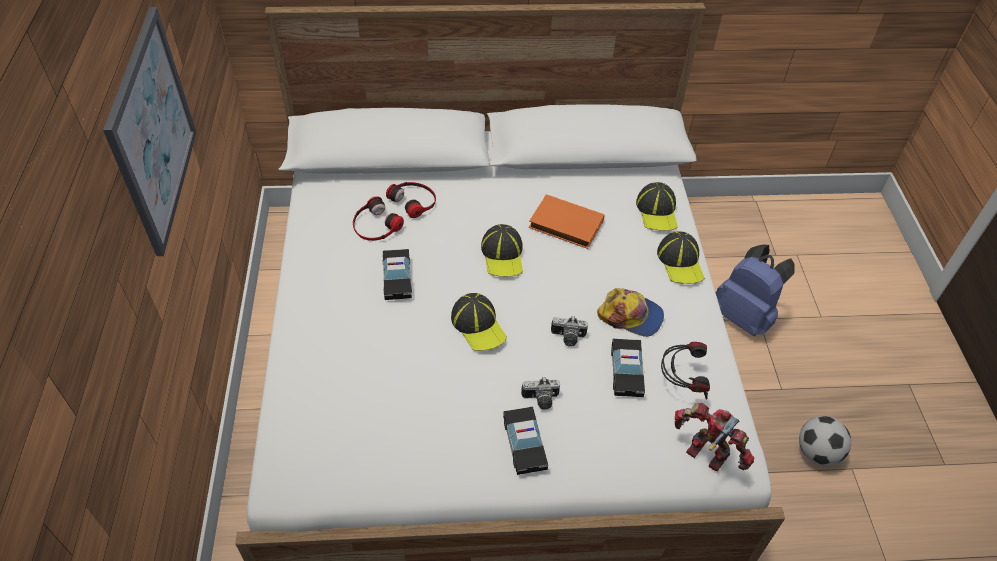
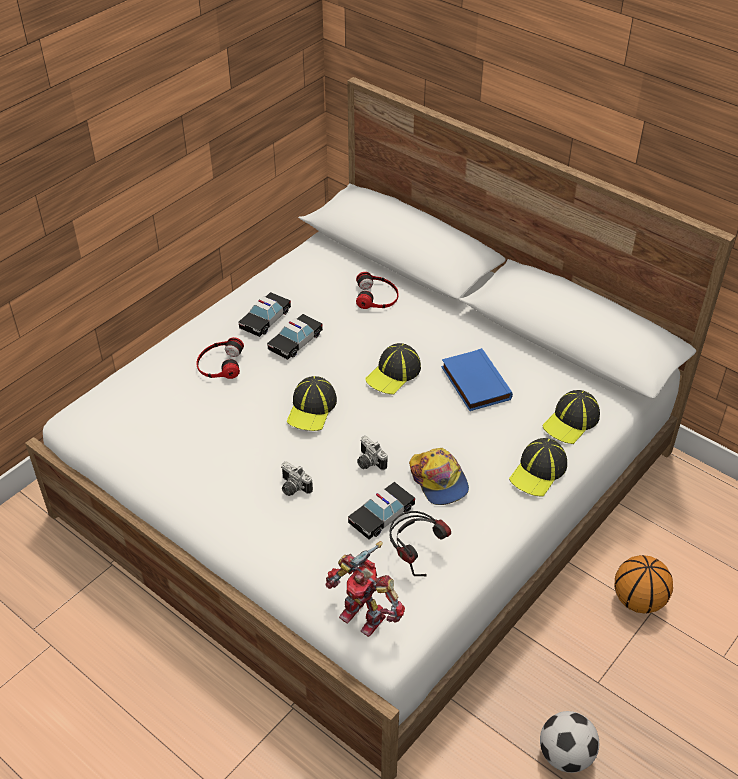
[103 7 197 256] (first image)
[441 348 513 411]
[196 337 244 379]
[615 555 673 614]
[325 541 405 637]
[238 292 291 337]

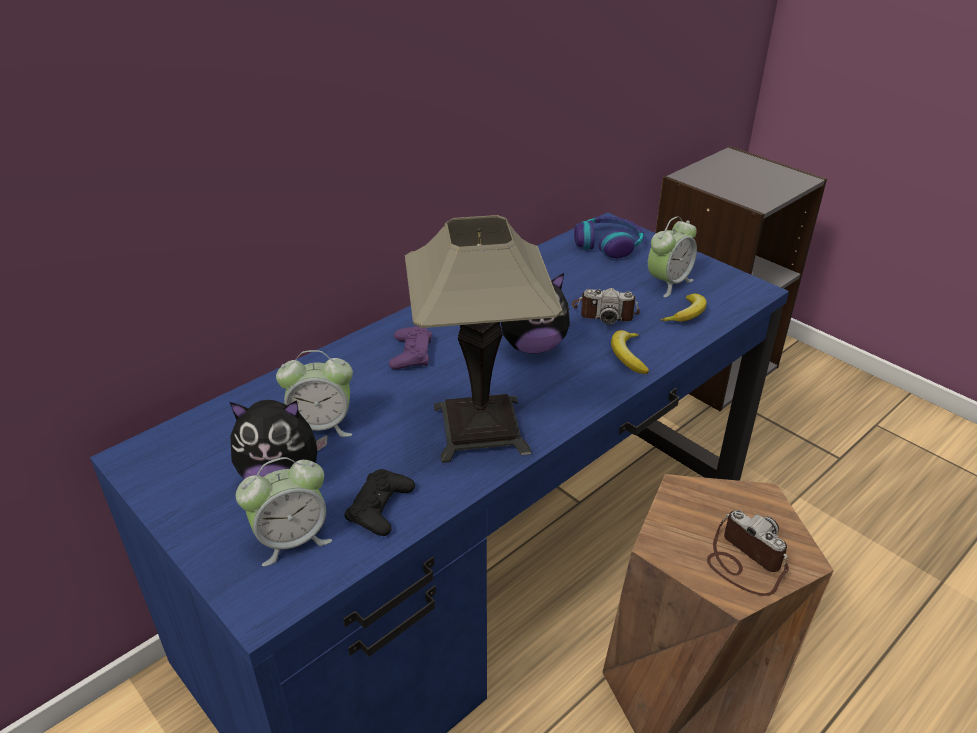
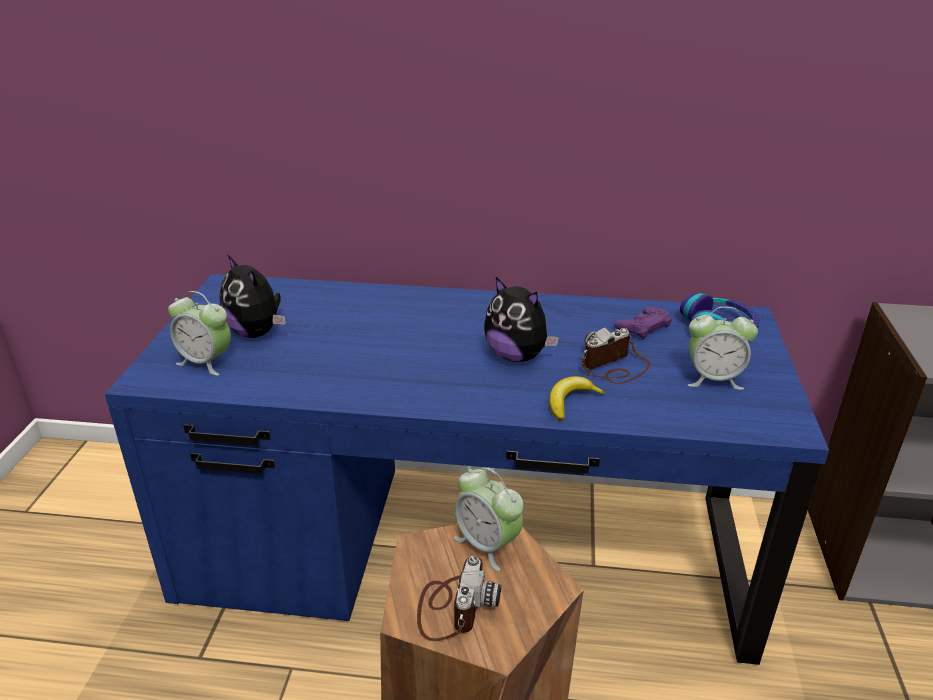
[405 215 562 463] (first image)
[581 328 651 384]
[661 294 707 321] (first image)
[614 307 672 339]
[454 468 524 571]
[344 469 415 536] (first image)

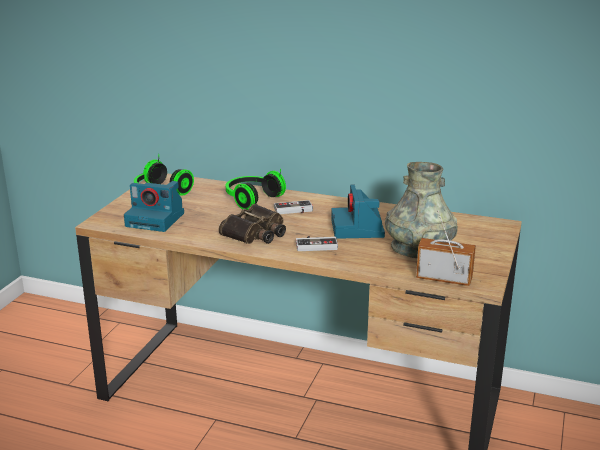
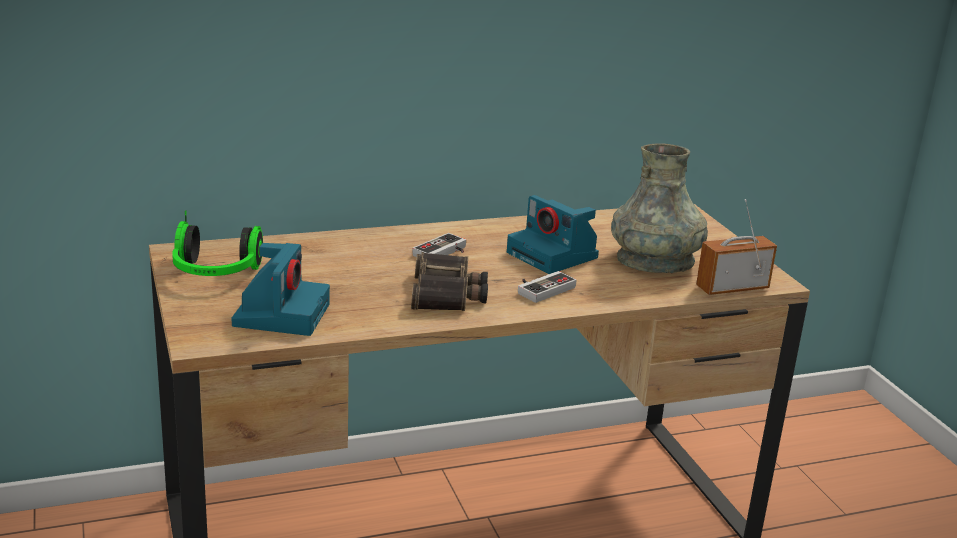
[226 168 286 210] (first image)
[232 243 330 336]

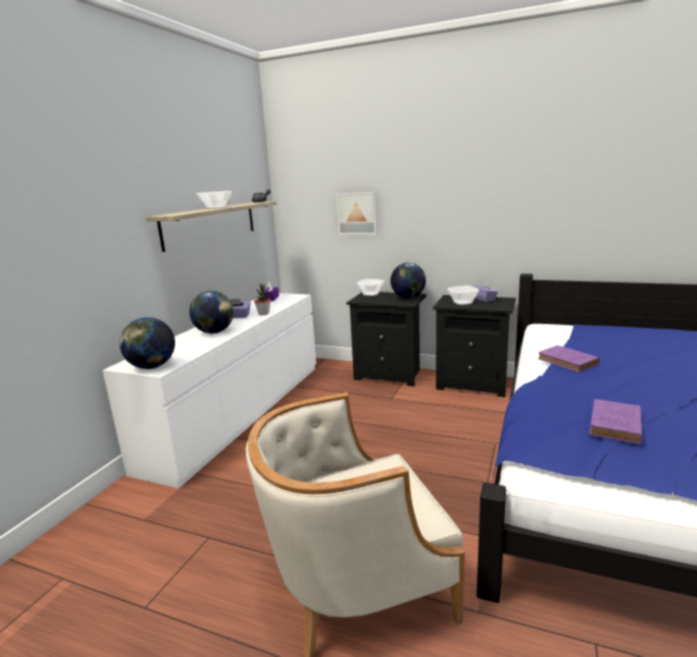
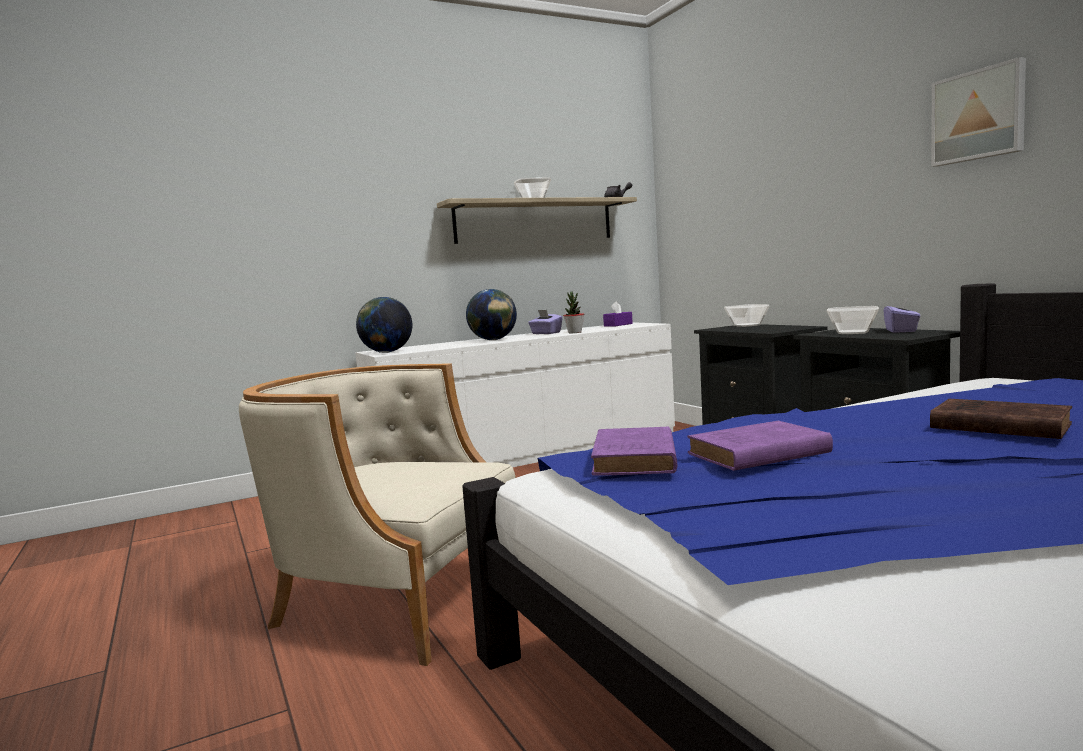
[931 57 1026 167]
[390 263 426 298] (first image)
[591 426 677 476]
[930 399 1072 439]

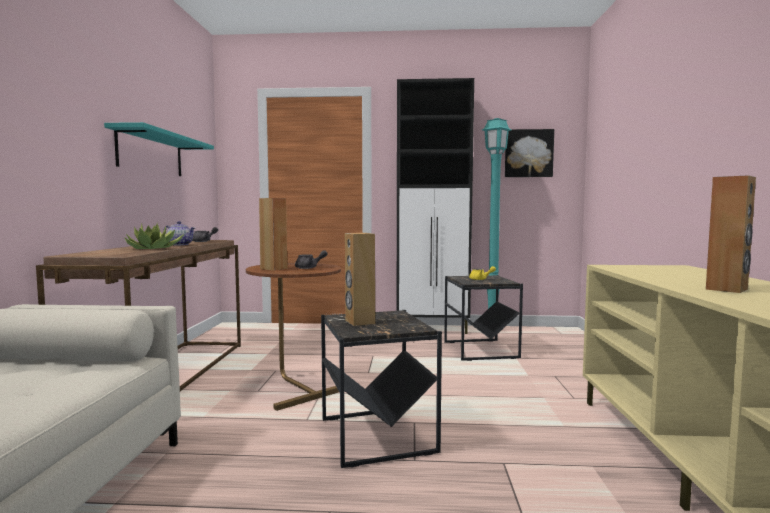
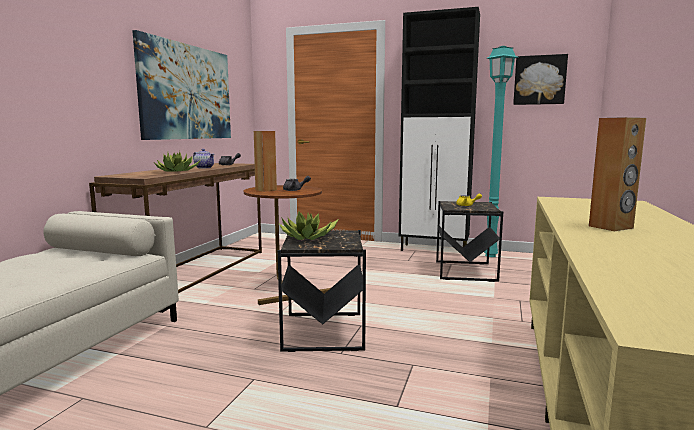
[132 30 231 140]
[279 211 339 240]

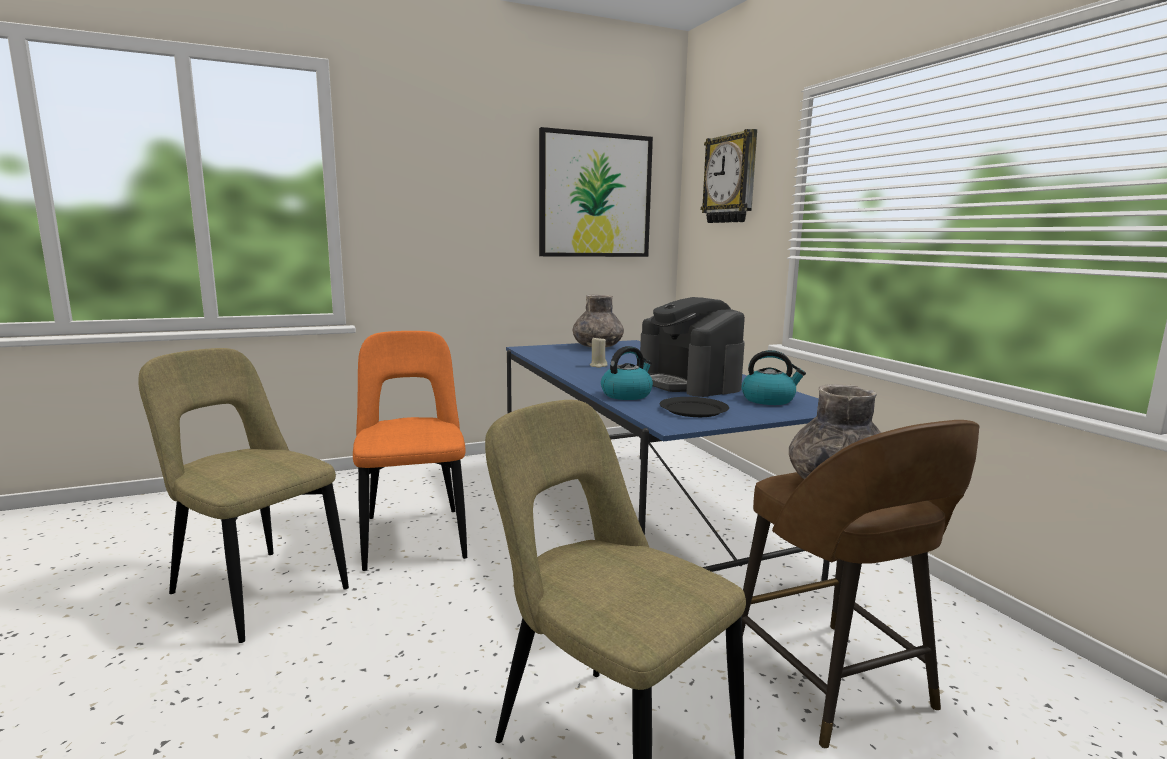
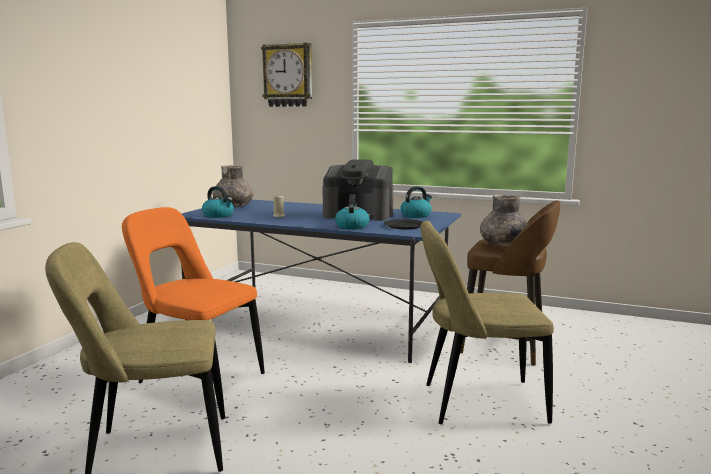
[539 127 653 257] (first image)
[202 186 234 218]

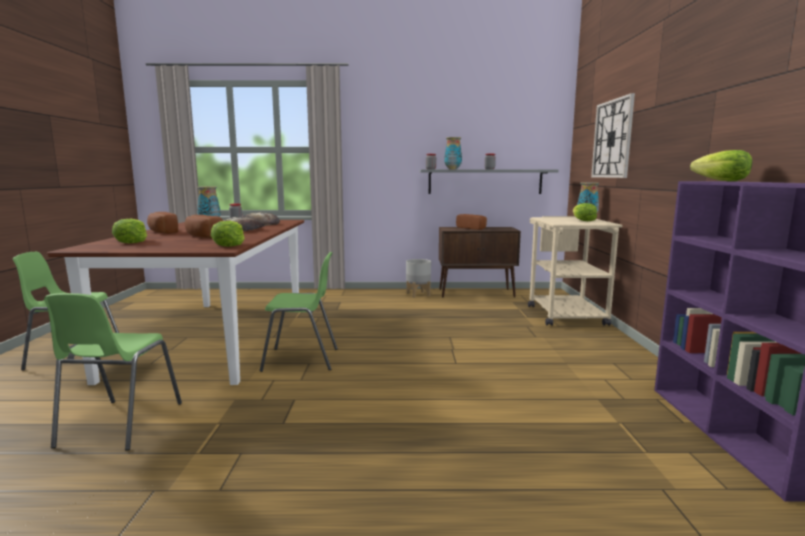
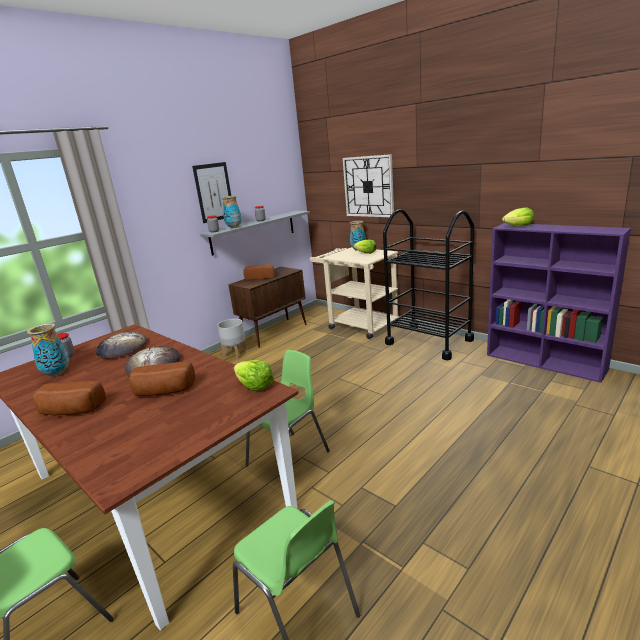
[112 219 147 243] (first image)
[192 162 231 223]
[383 209 474 360]

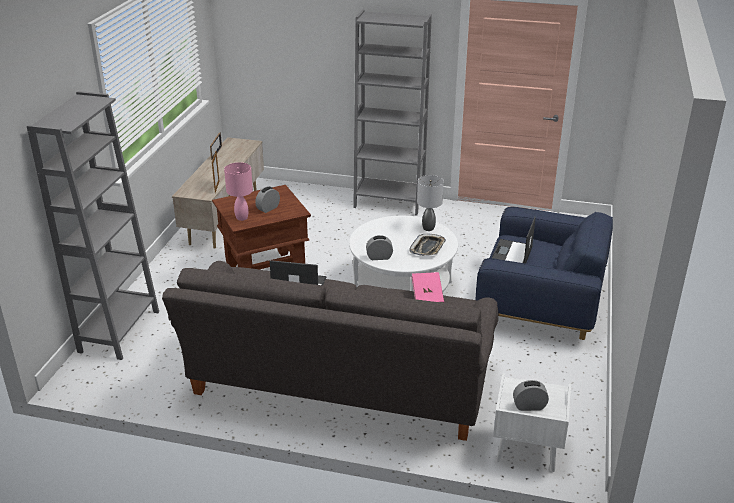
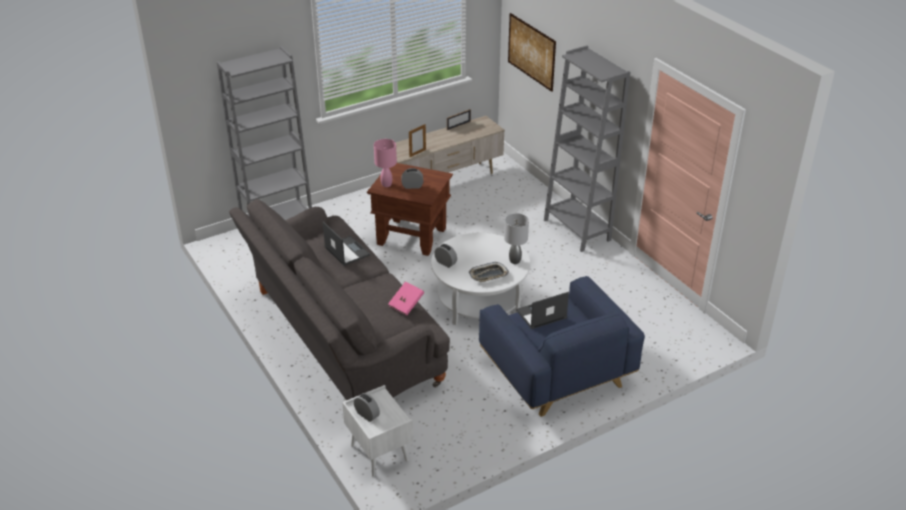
[508 13 556 92]

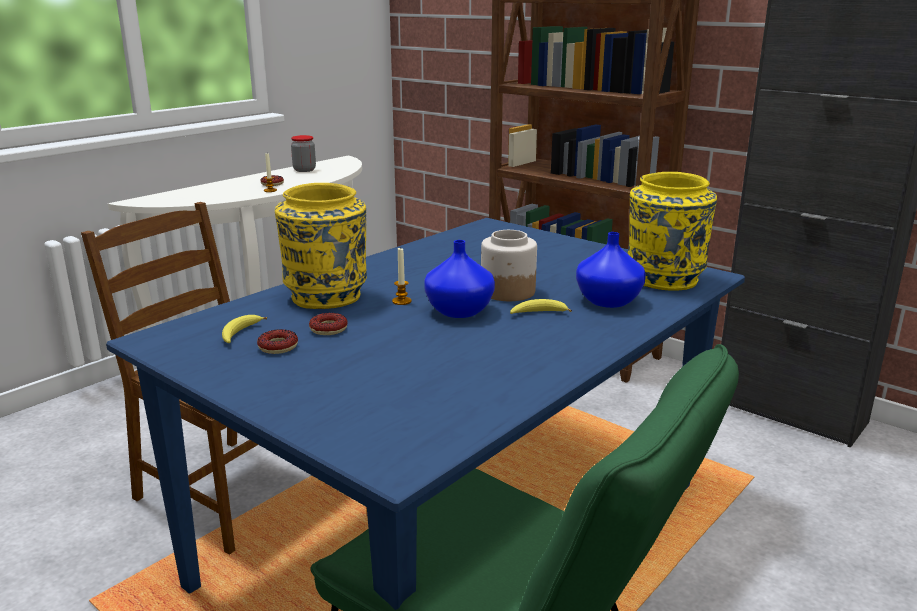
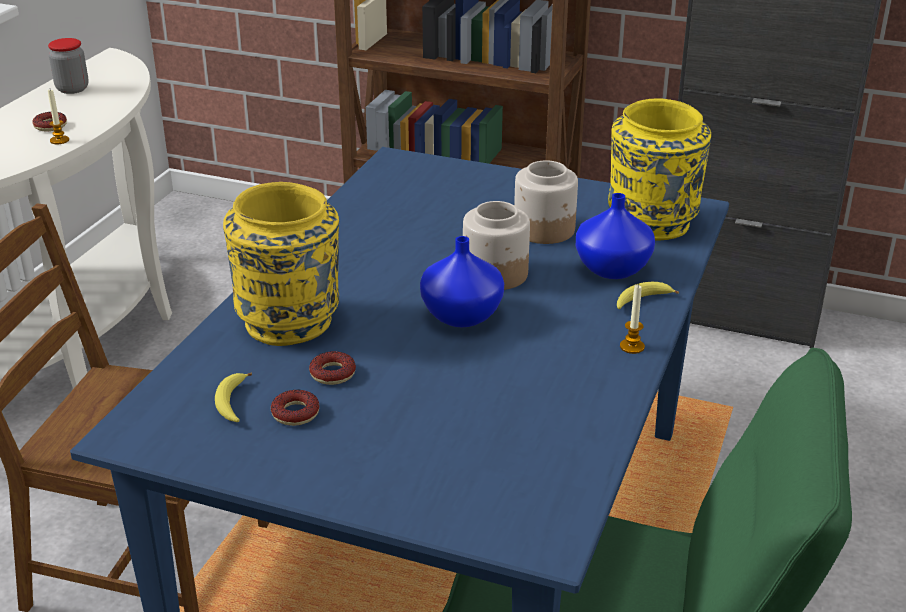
[620 285 645 354]
[617 282 679 309]
[514 160 578 244]

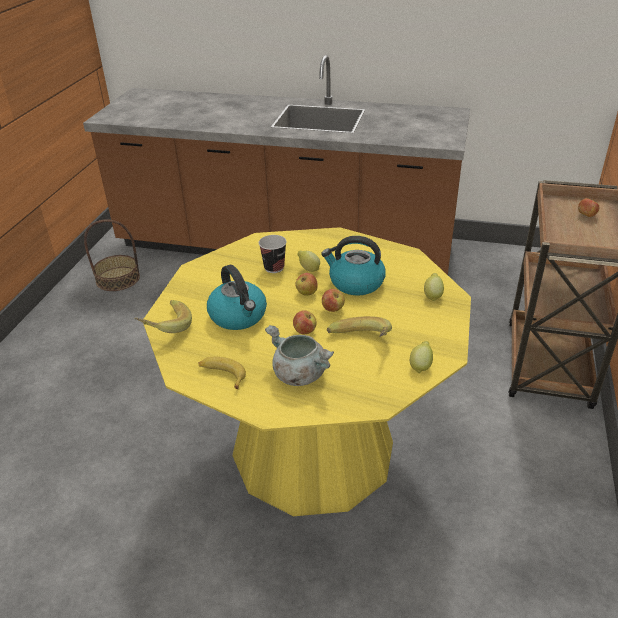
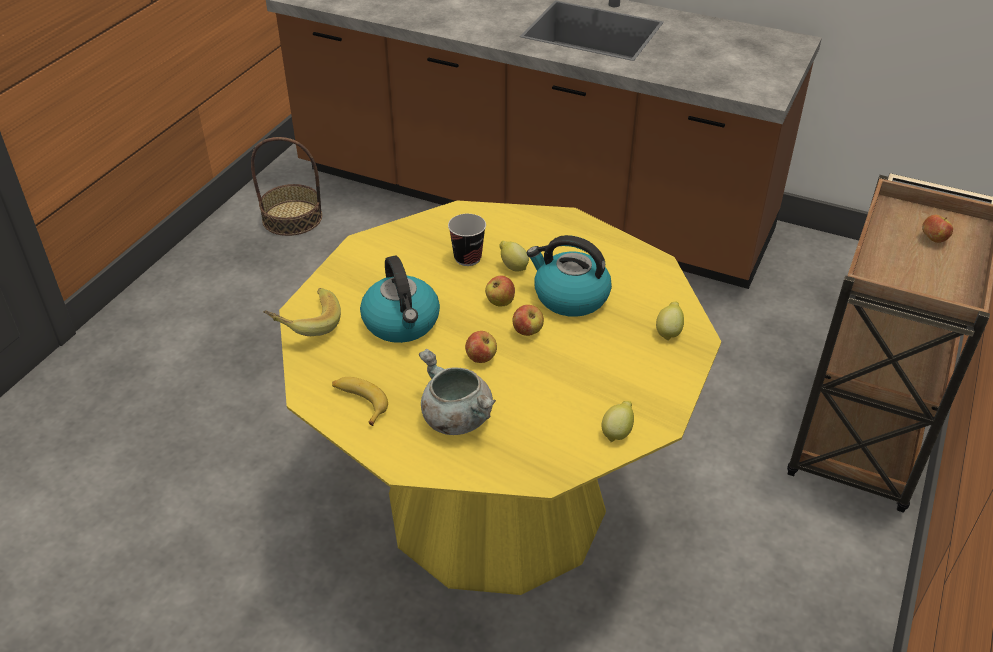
[327 316 392 337] (first image)

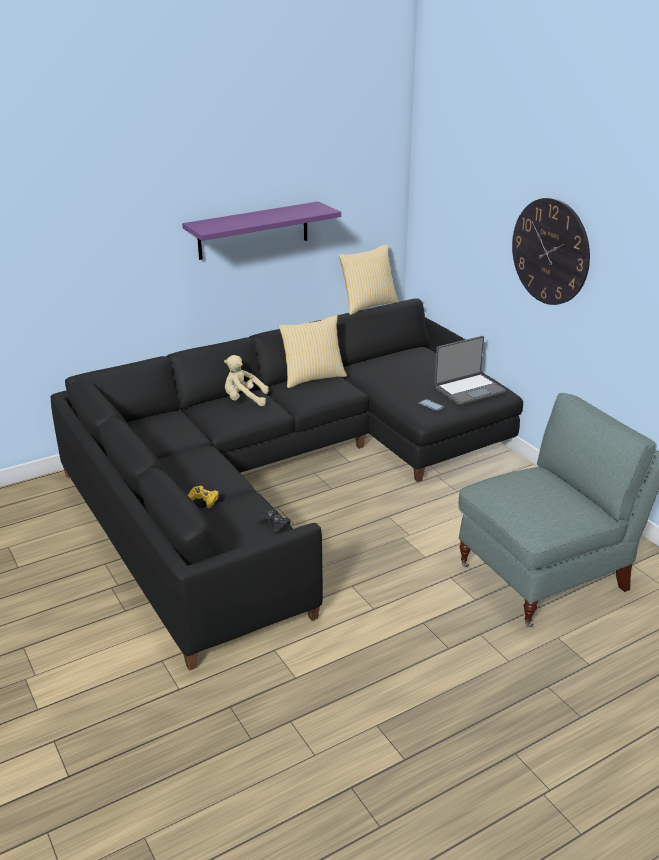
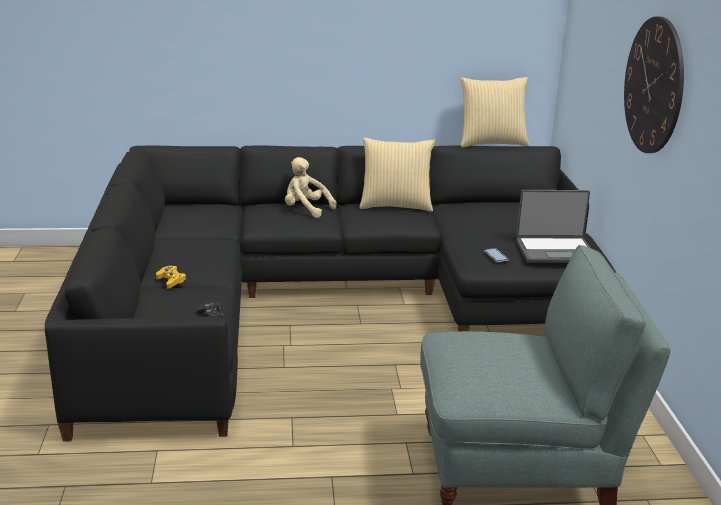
[182 201 341 260] (first image)

